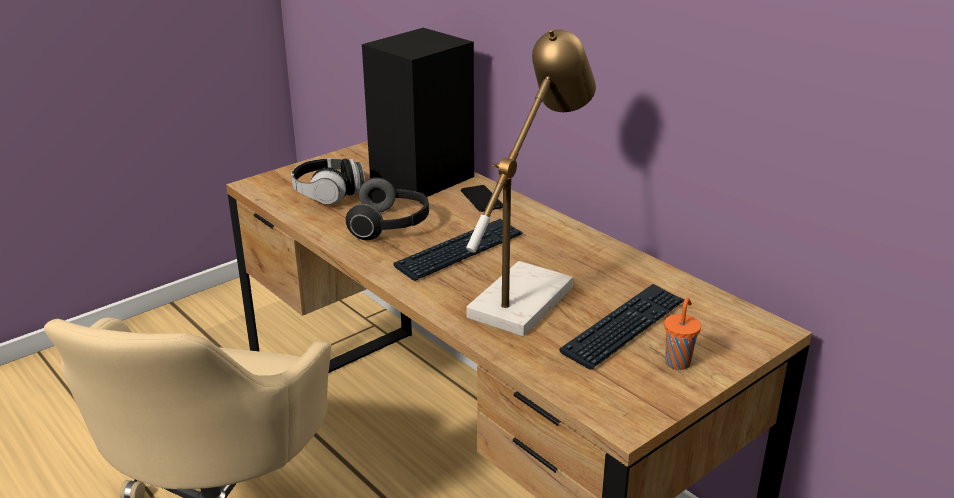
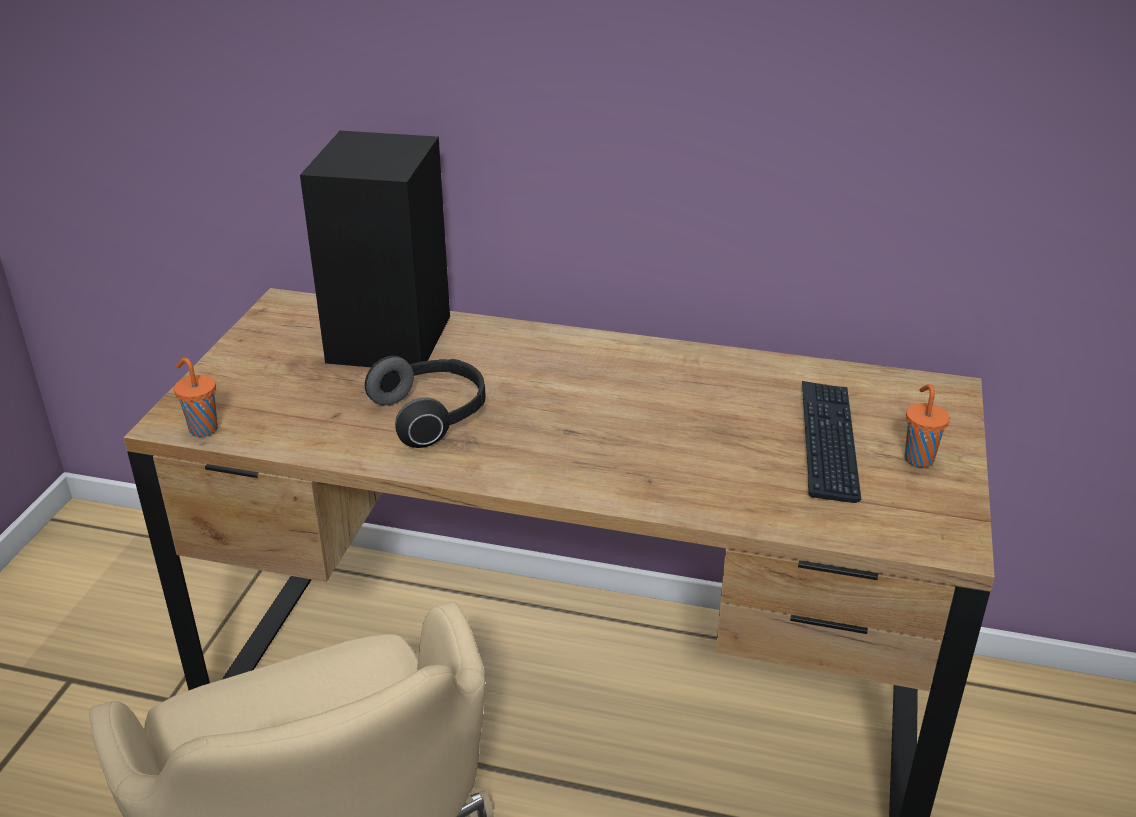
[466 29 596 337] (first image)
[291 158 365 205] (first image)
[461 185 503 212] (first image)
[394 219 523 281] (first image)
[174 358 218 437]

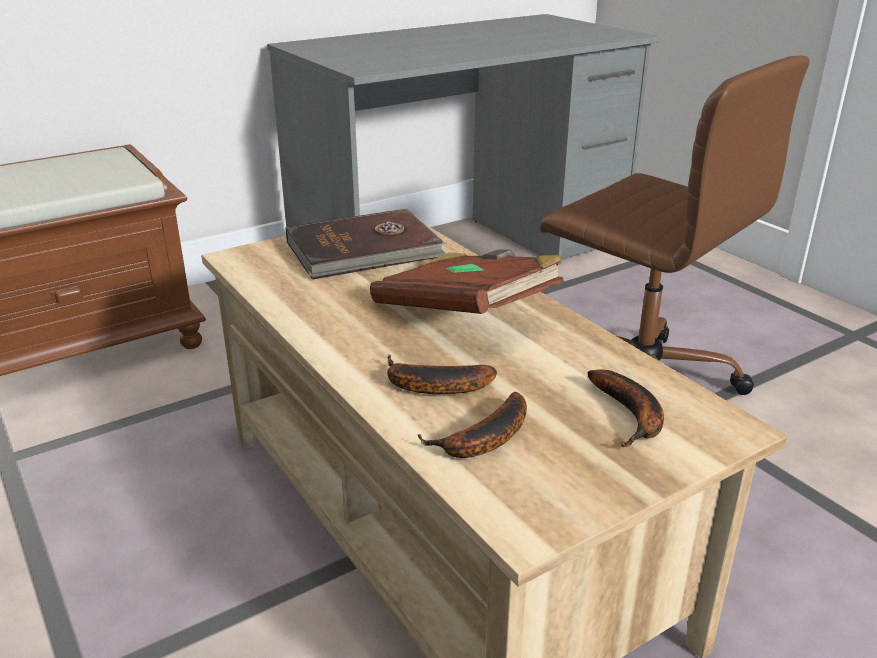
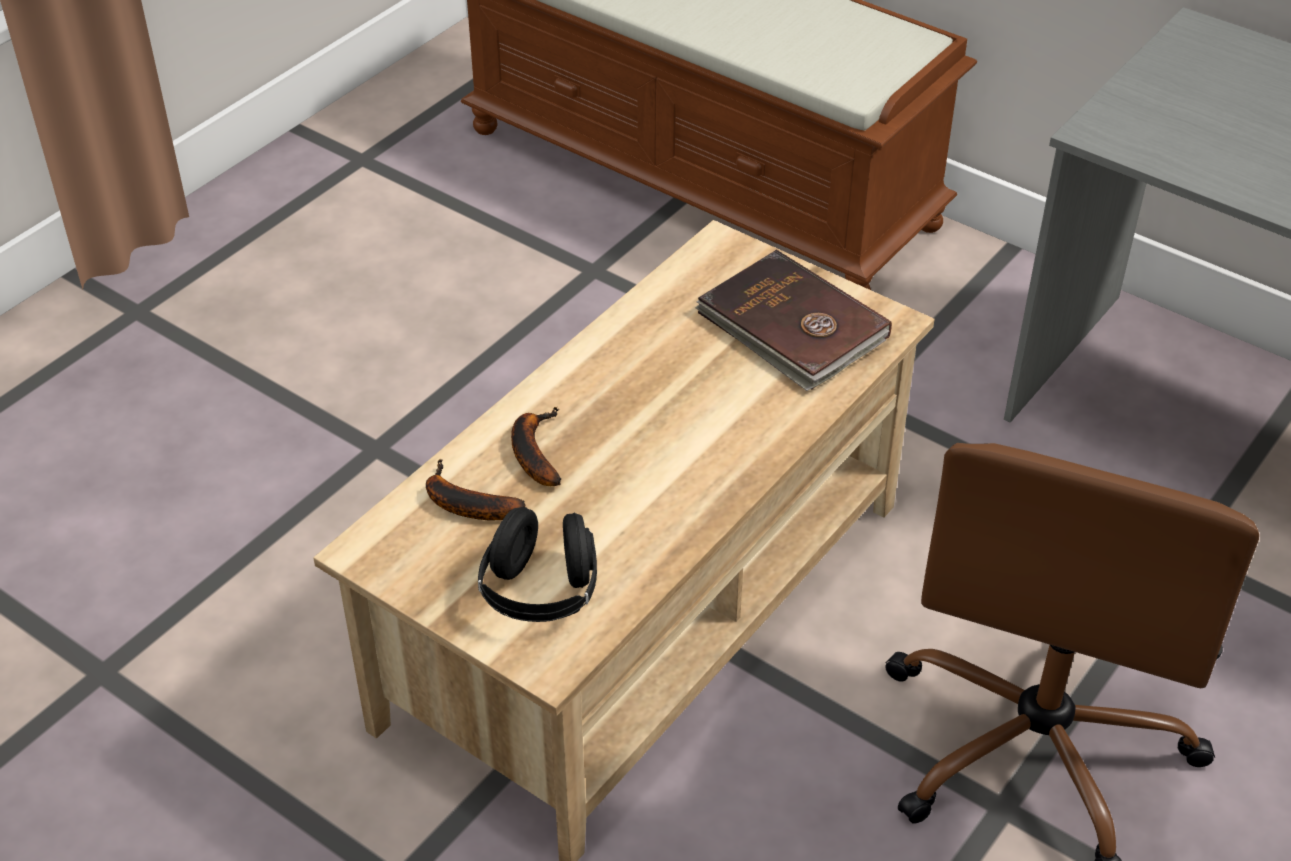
[370 249 564 314] (first image)
[478 507 597 622]

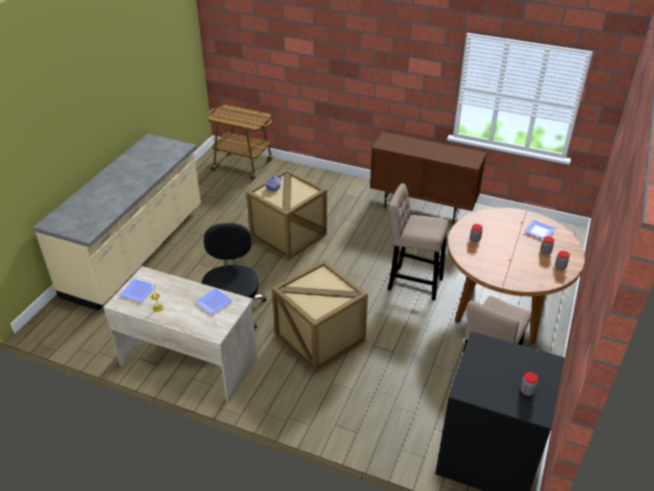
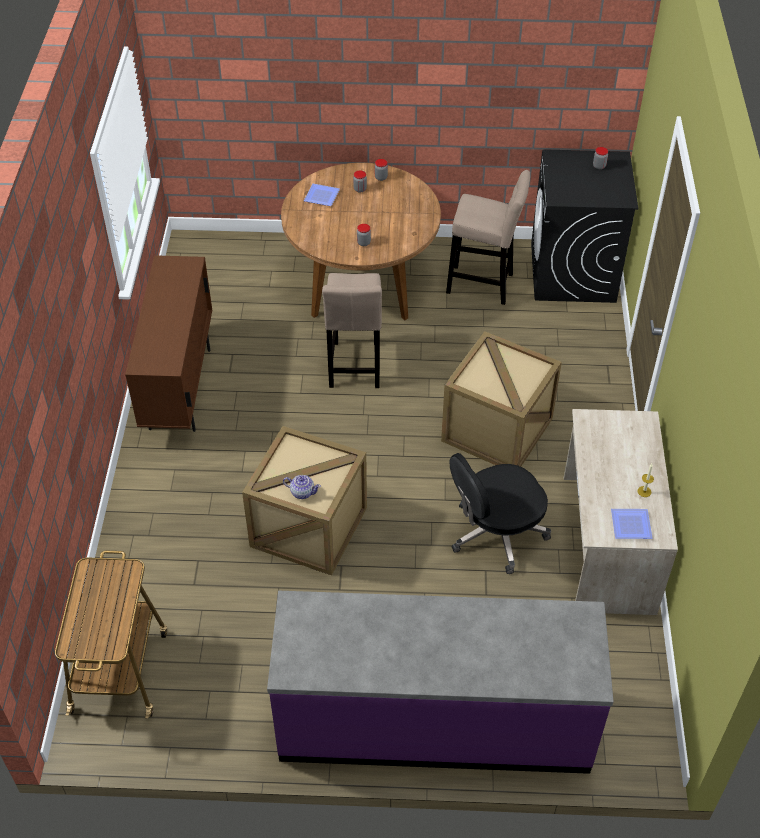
[267 591 614 774]
[195 289 233 315] (first image)

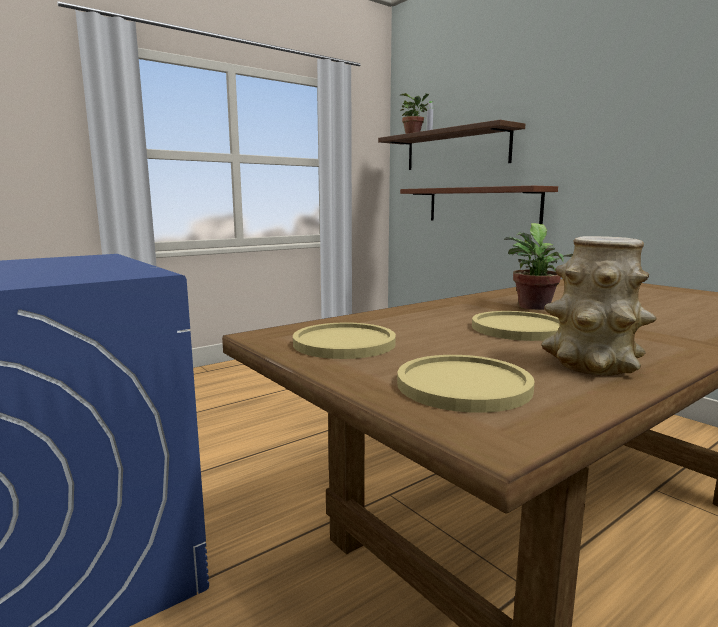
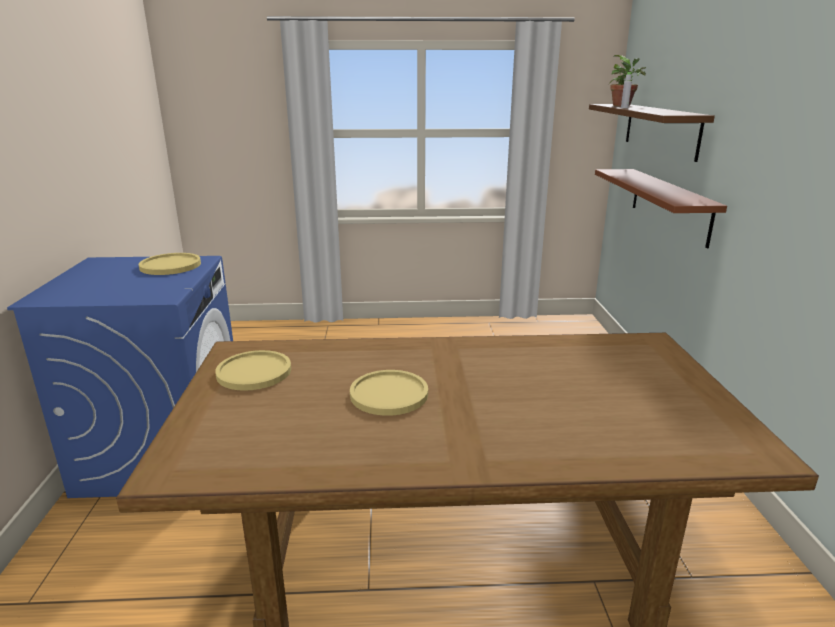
[504 223 573 310] (first image)
[541 236 657 376] (first image)
[139 253 201 275]

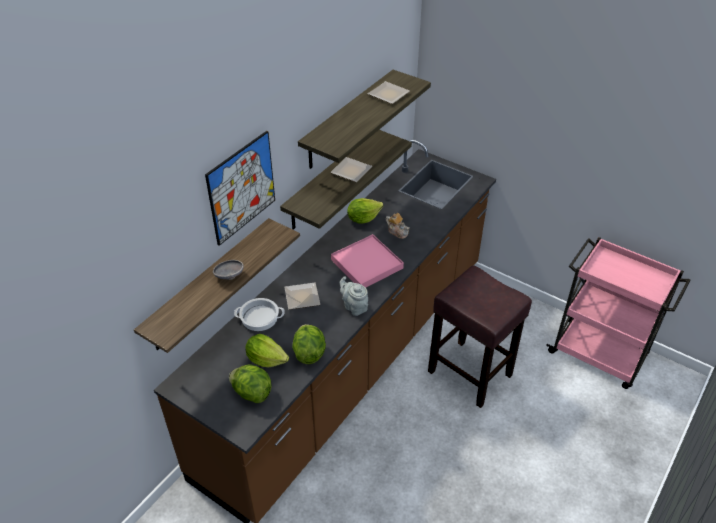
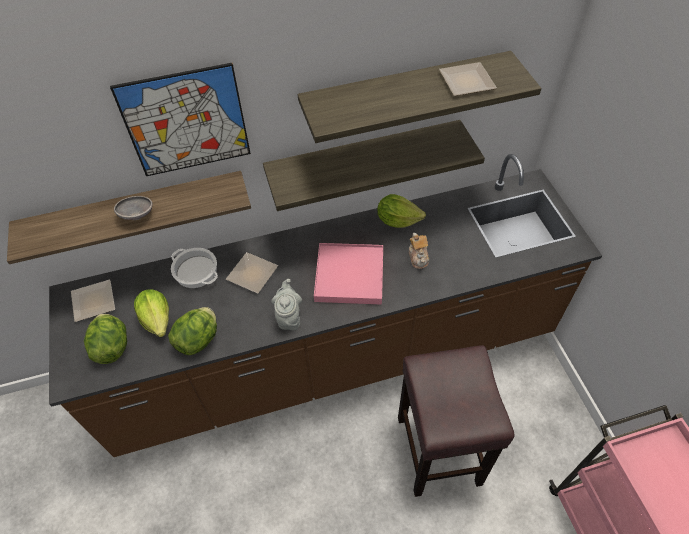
[71 279 115 322]

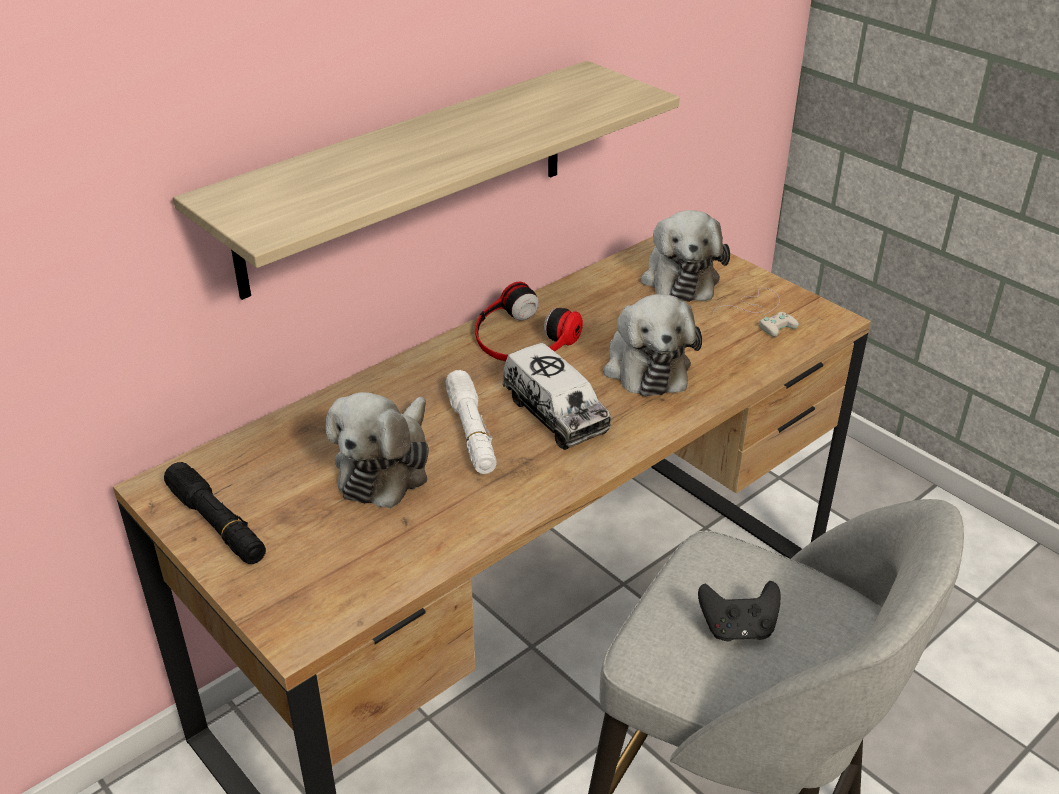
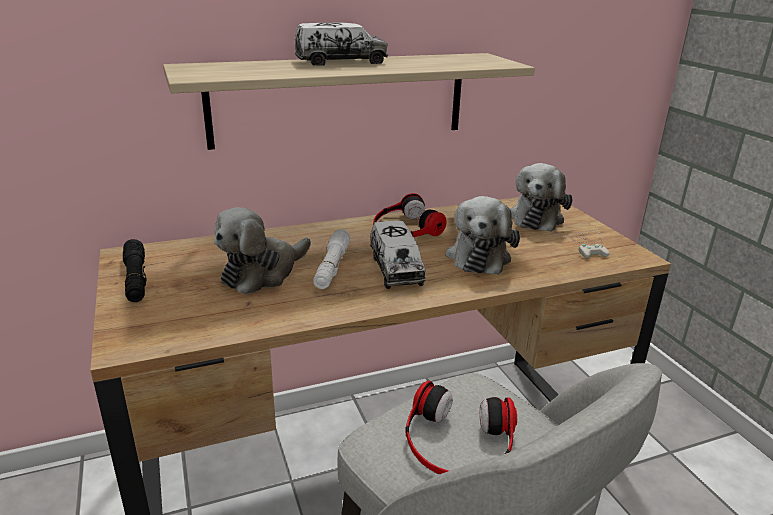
[405 381 517 474]
[295 23 388 66]

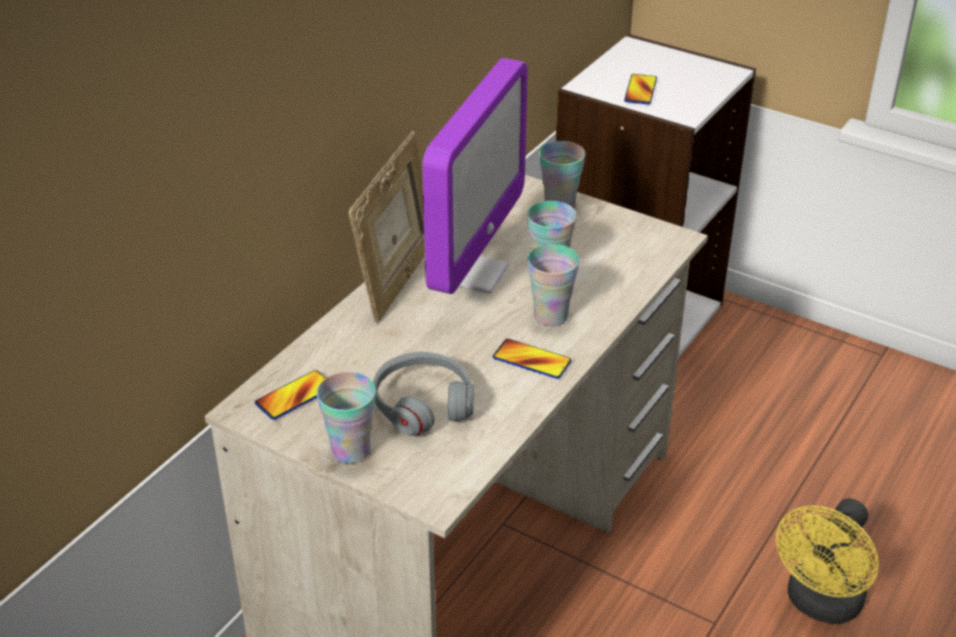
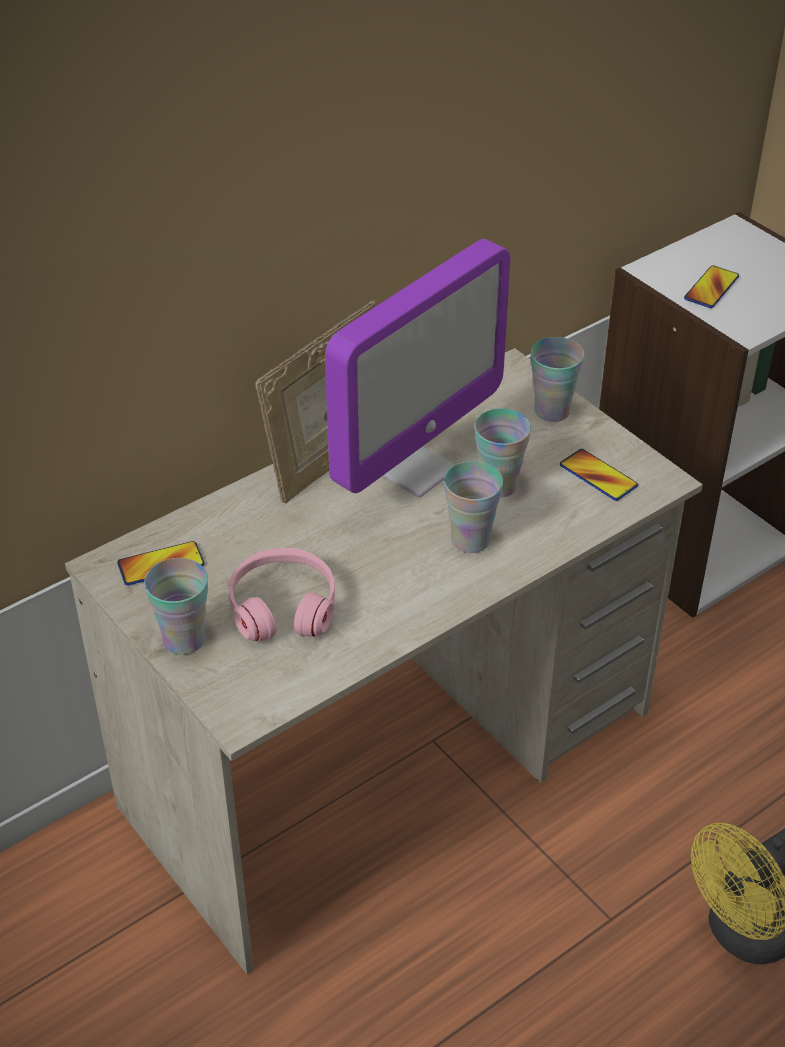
[560 449 638 501]
[228 548 335 641]

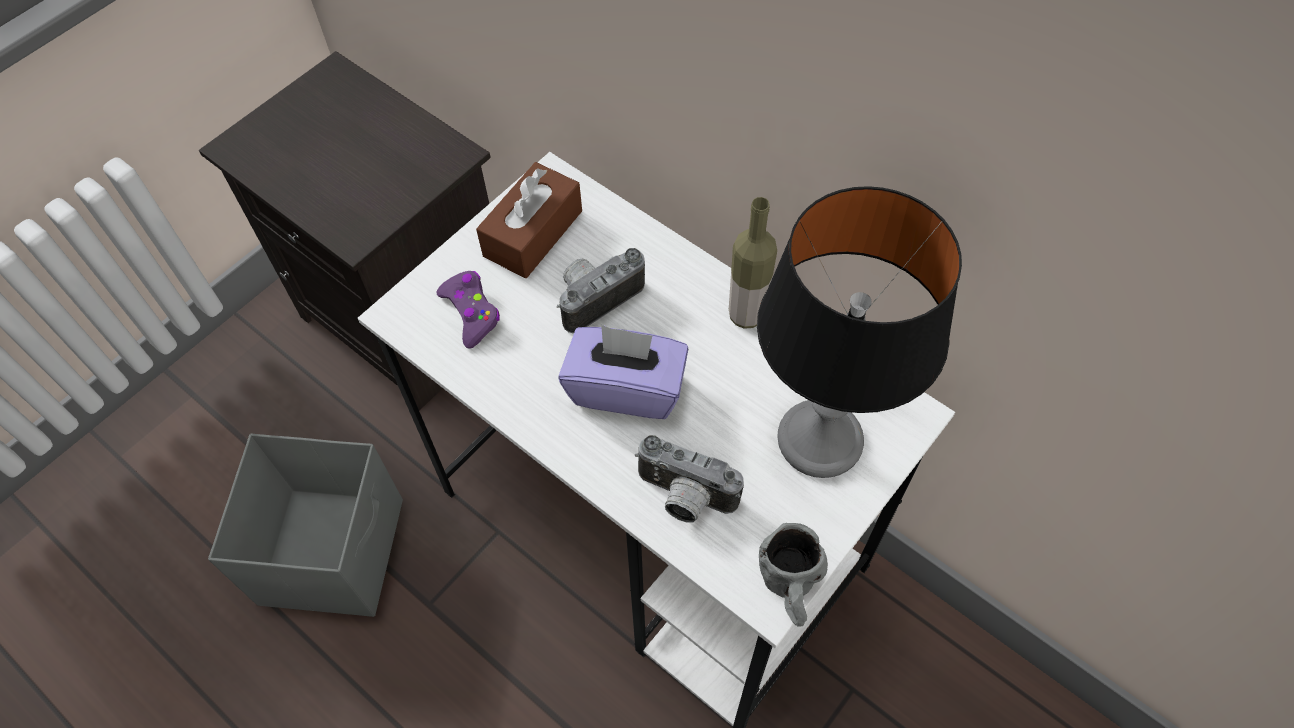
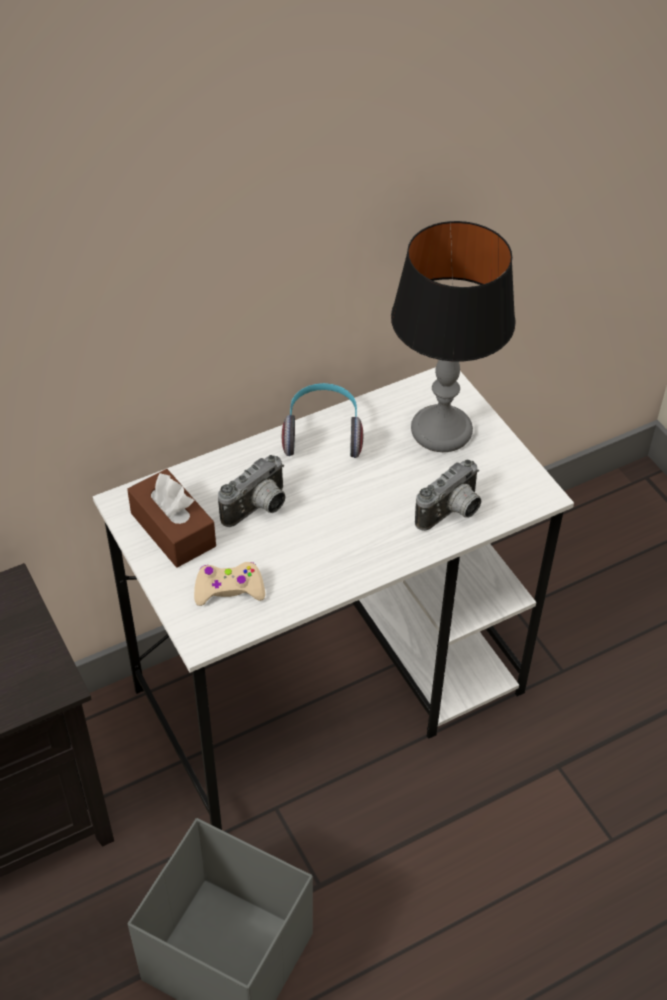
[282 383 363 458]
[218 455 286 527]
[194 562 265 606]
[558 325 688 419] (first image)
[759 523 828 627] (first image)

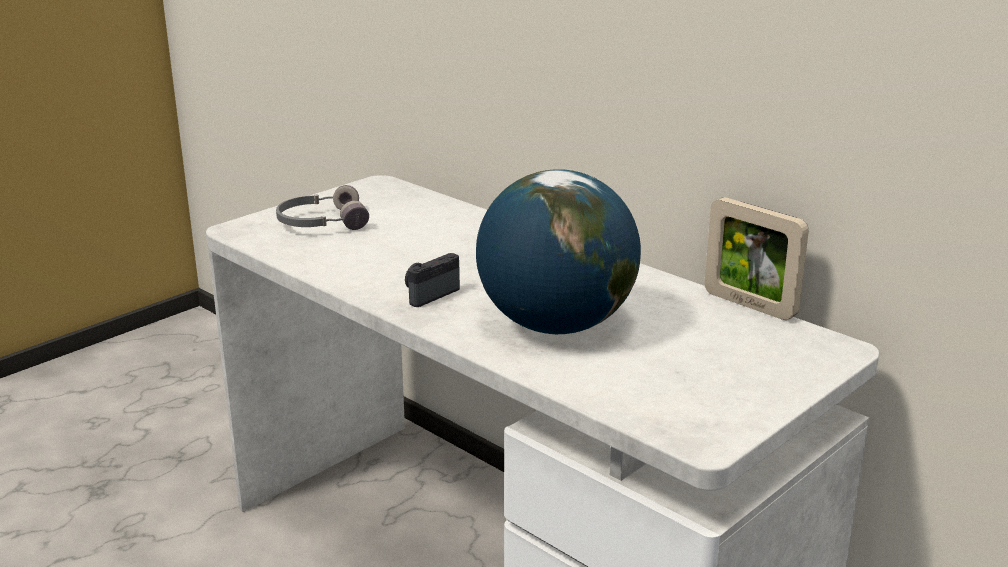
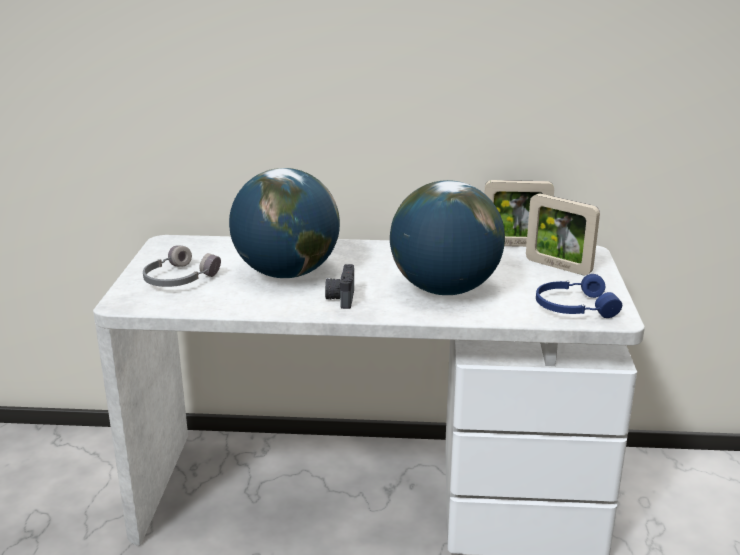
[229 168 340 278]
[526 193 600 276]
[536 274 622 318]

